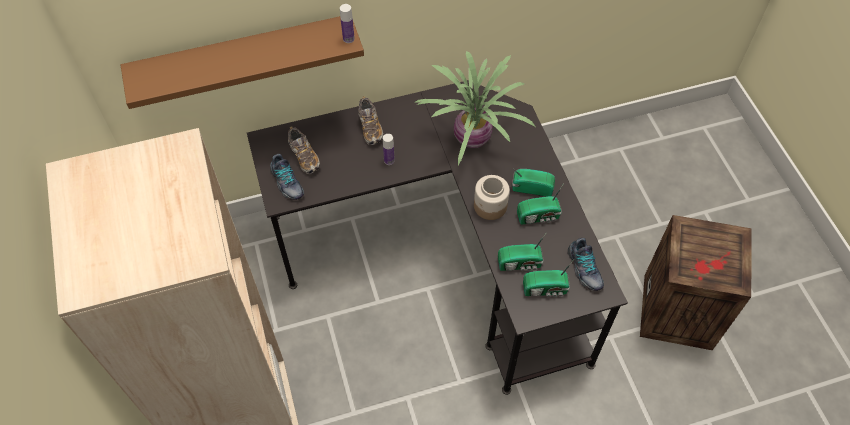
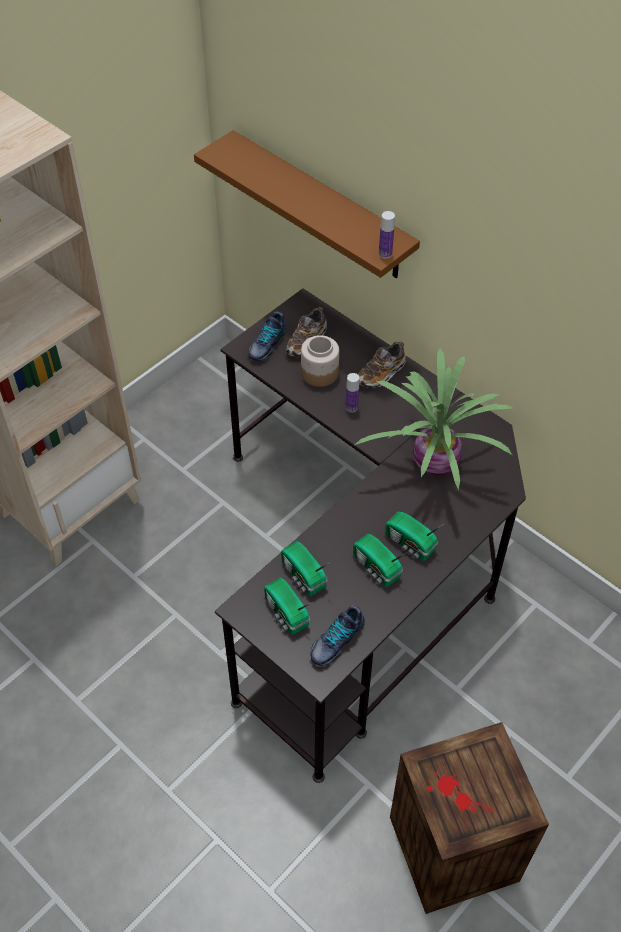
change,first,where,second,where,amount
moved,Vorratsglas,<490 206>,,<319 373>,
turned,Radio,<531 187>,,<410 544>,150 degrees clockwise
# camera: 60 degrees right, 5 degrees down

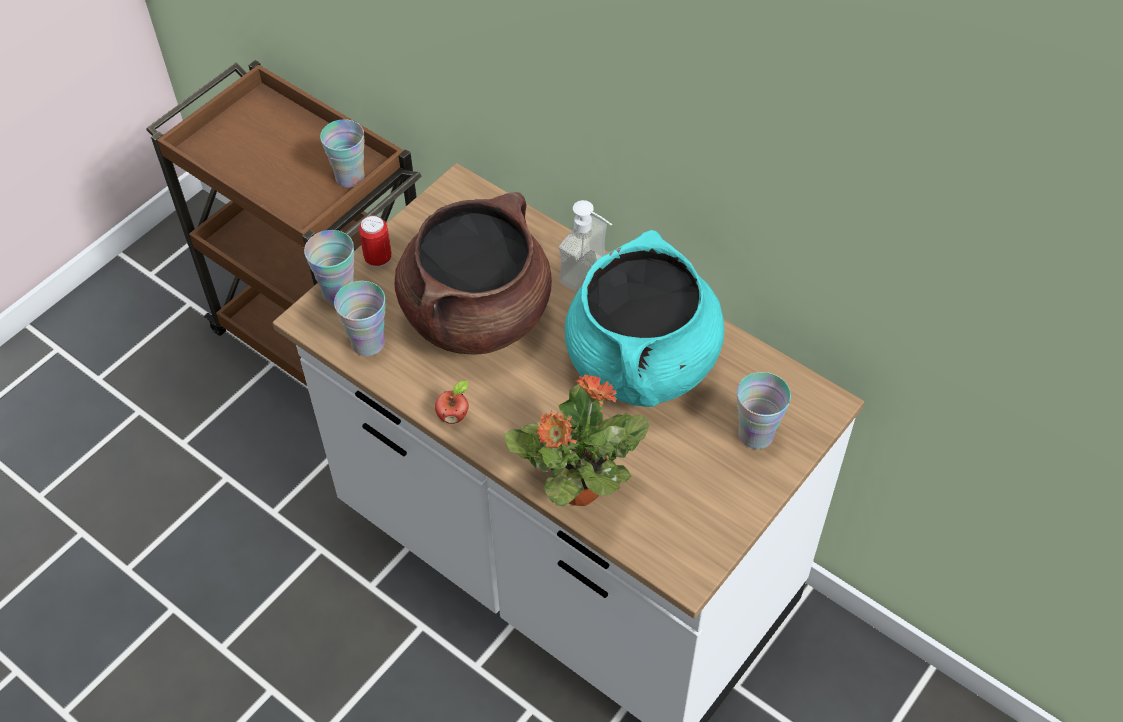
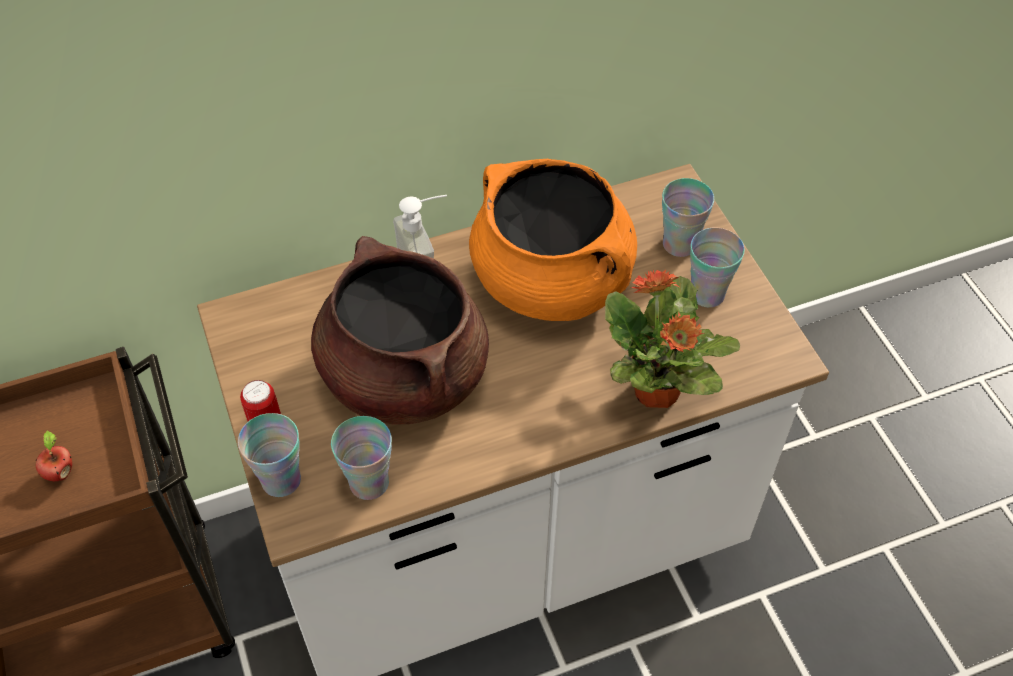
change,first,where,second,where,amount
moved,Tasse,<350 177>,,<707 294>,
moved,Apfel,<454 416>,,<60 472>,
recoloured,Kochtopf/türkis,<642 363>,Kochtopf/orange,<552 281>,
# camera: 60 degrees left, 0 degrees up

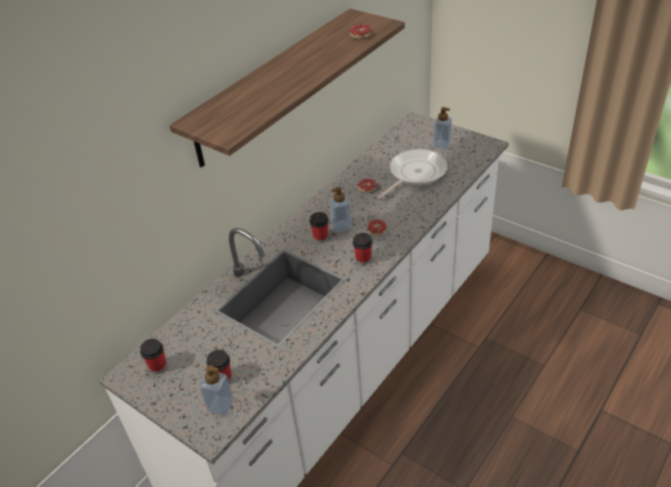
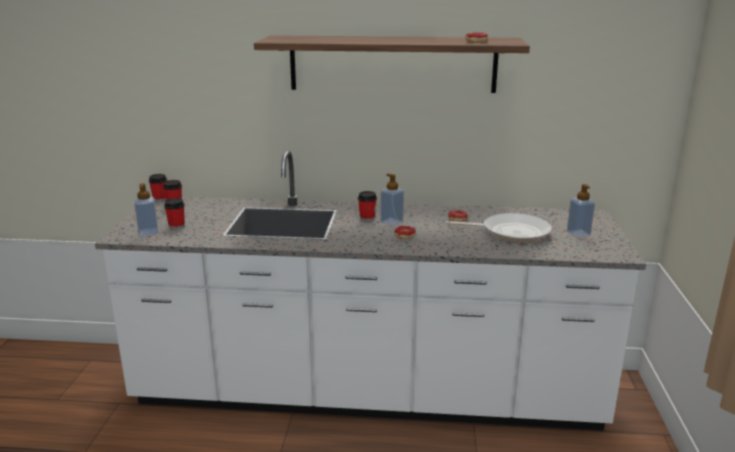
change,first,where,second,where,amount
moved,Tasse,<363 259>,,<160 199>,
# camera: 55 degrees right, 20 degrees down

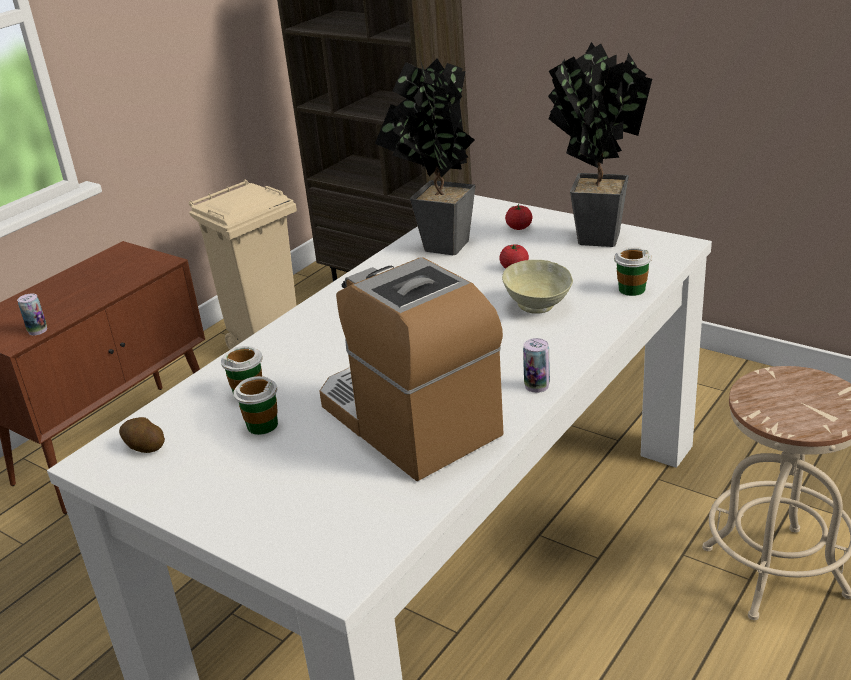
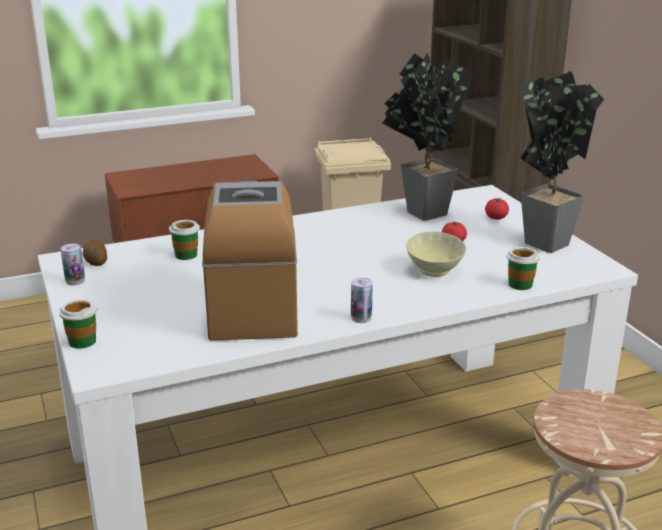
change,first,where,second,where,amount
moved,Dose,<37 330>,,<75 281>,
moved,Tasse,<262 425>,,<82 341>,
# camera: 30 degrees right, 5 degrees down

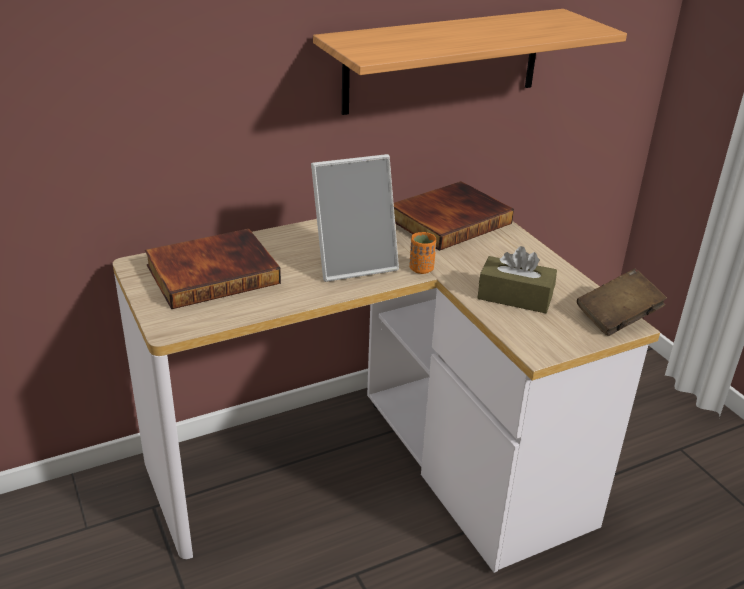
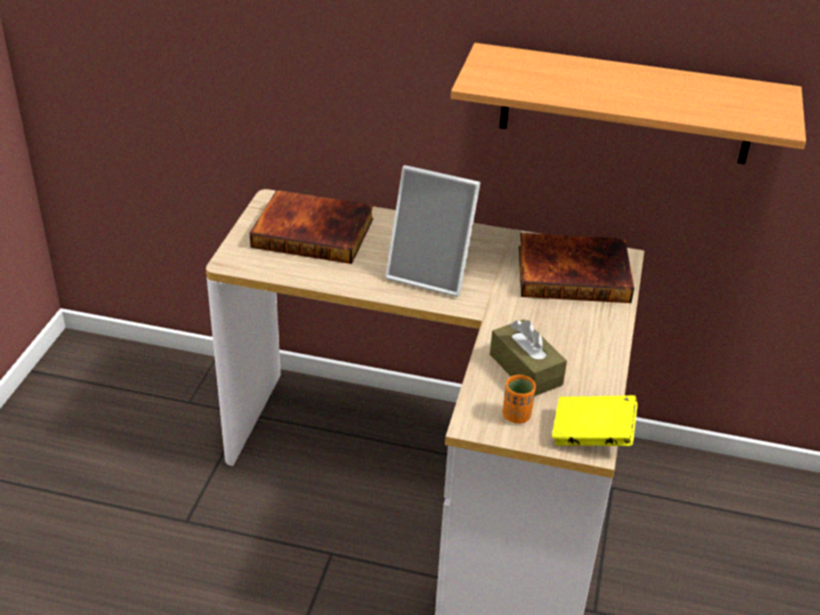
change,first,where,second,where,amount
moved,Tasse/orange,<421 269>,,<516 415>,
recoloured,Buch/braun,<617 318>,Buch/gelb,<592 436>,
# camera: 40 degrees right, 5 degrees up

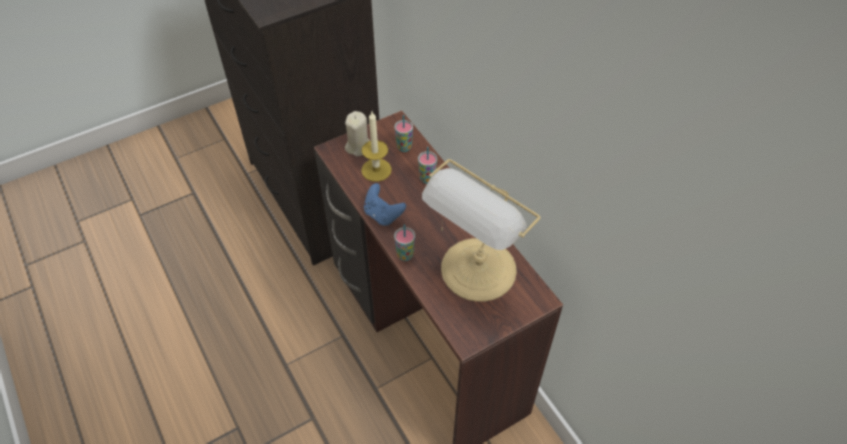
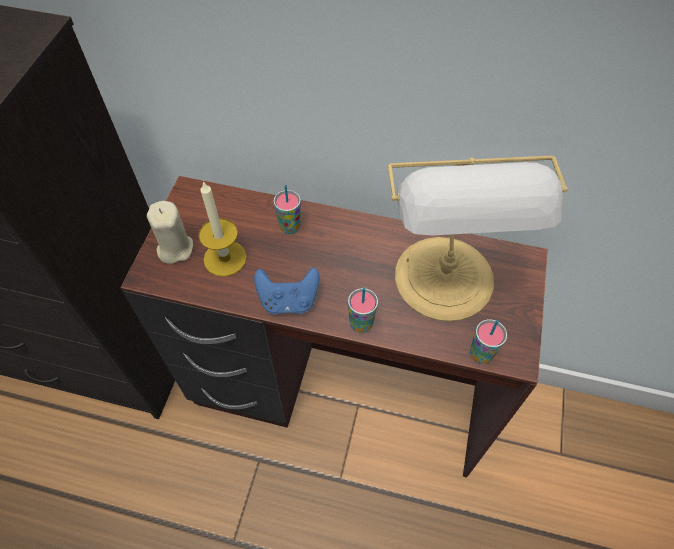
change,first,where,second,where,amount
moved,Tasse,<404 147>,,<481 354>,
# camera: 45 degrees left, 5 degrees up

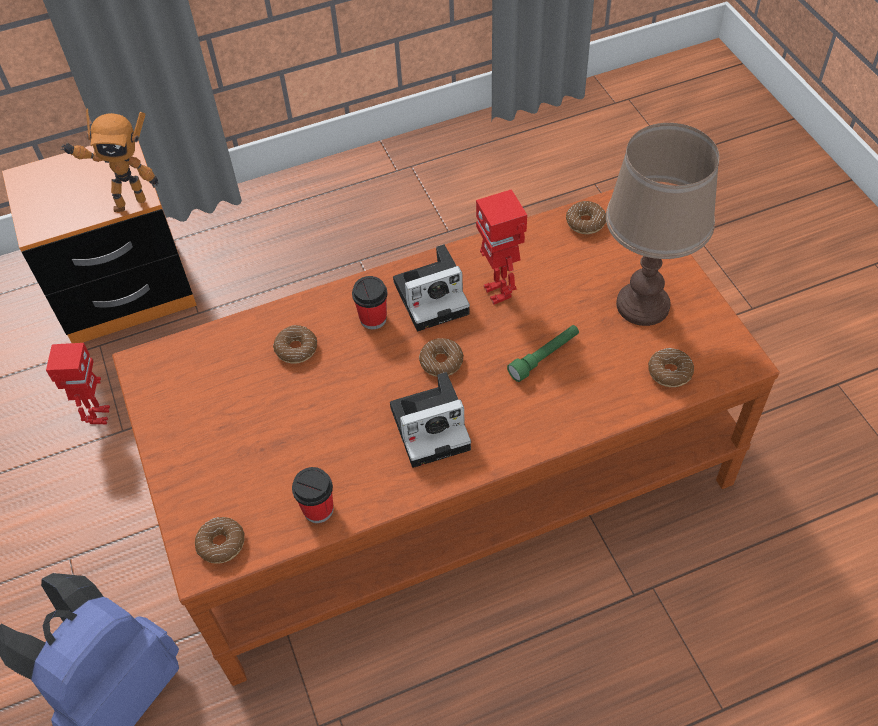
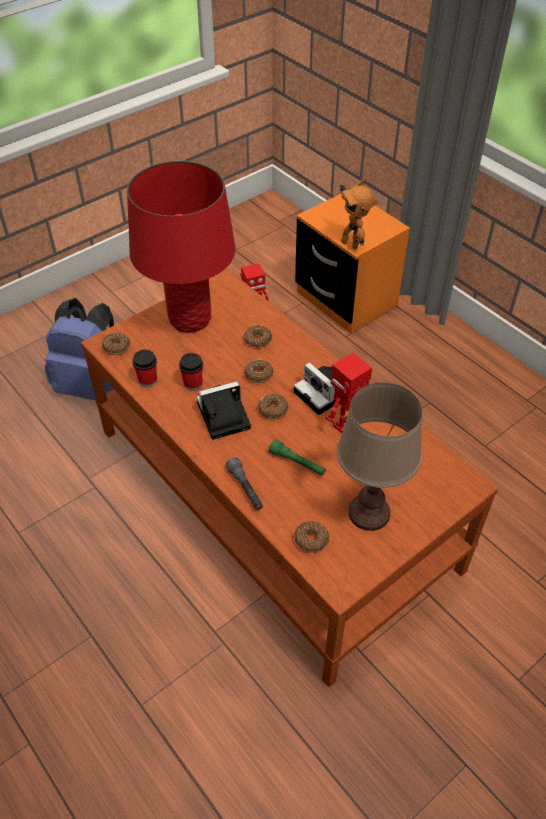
change,first,where,second,where,amount
moved,Tasse,<373 319>,,<193 383>,
turned,Kamera,<433 426>,,<221 417>,105 degrees clockwise
moved,Donut,<585 222>,,<258 374>,
added,,,Tischlampe/rot,<190 319>,
added,,,Taschenlampe/grau,<245 488>,
# camera: 70 degrees right, 5 degrees down

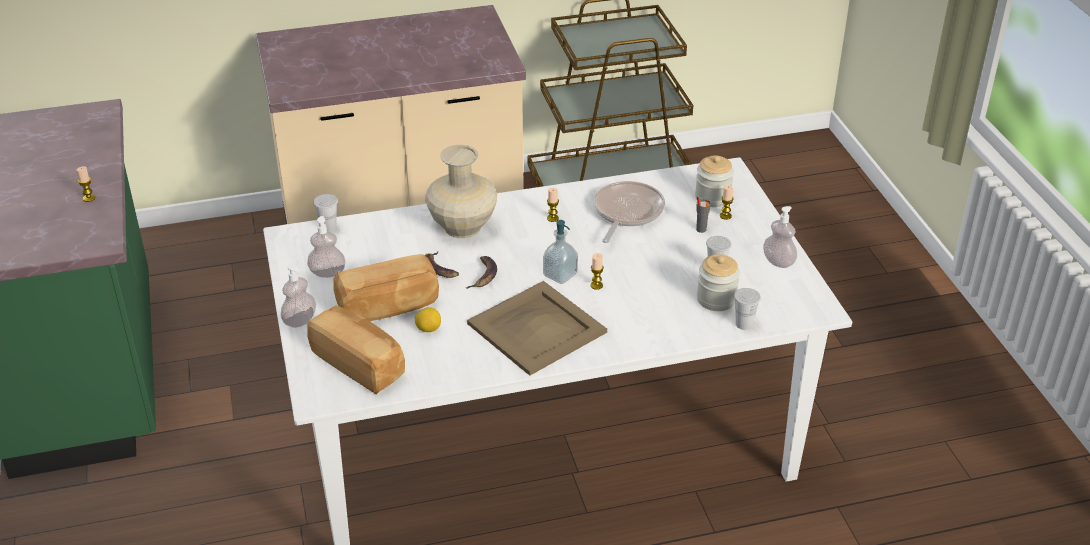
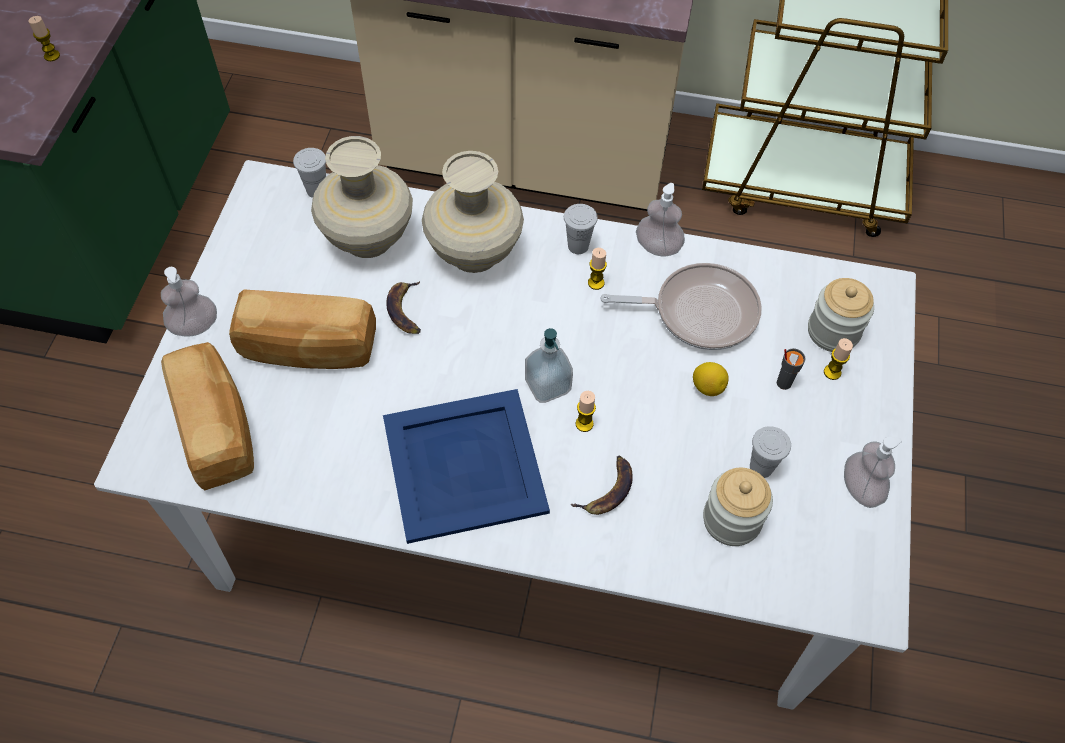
change,first,where,second,where,amount
moved,Seifenspender,<327 273>,,<658 247>,
moved,Zitrone,<428 329>,,<707 387>,
moved,Banane,<483 275>,,<607 489>,
recoloured,Tablett/beige,<538 328>,Tablett/blau,<466 465>,
turned,Pfanne,<626 212>,,<699 312>,45 degrees clockwise
moved,Tasse/weiß,<744 324>,,<578 246>,
added,,,Vase/beige,<367 237>,
# camera: 25 degrees right, 20 degrees up

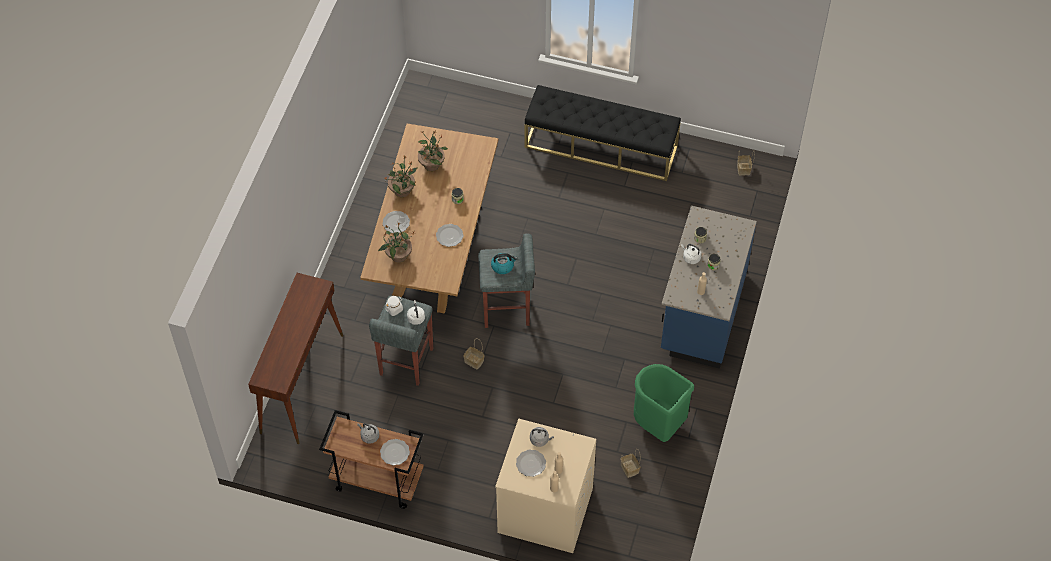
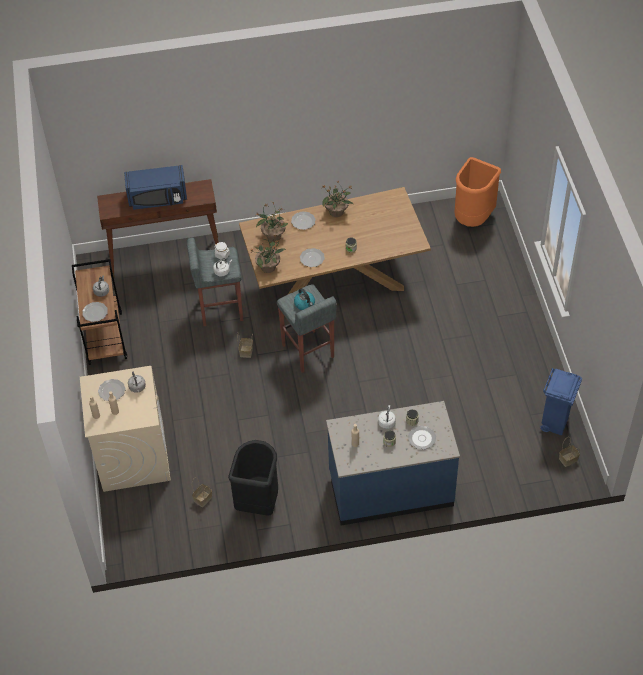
change,first,where,second,where,amount
moved,Topfpflanze,<432 164>,,<269 267>,
removed,Bank/schwarz,<601 146>,,,
recoloured,Mülleimer/grün,<658 424>,Mülleimer/schwarz,<257 502>,
added,,,Mikrowelle/blau,<158 198>,
added,,,Teller,<421 438>,
added,,,Mülleimer/orange,<473 218>,
added,,,Mülleimer/blau,<555 423>,
# camera: 65 degrees right, 5 degrees down

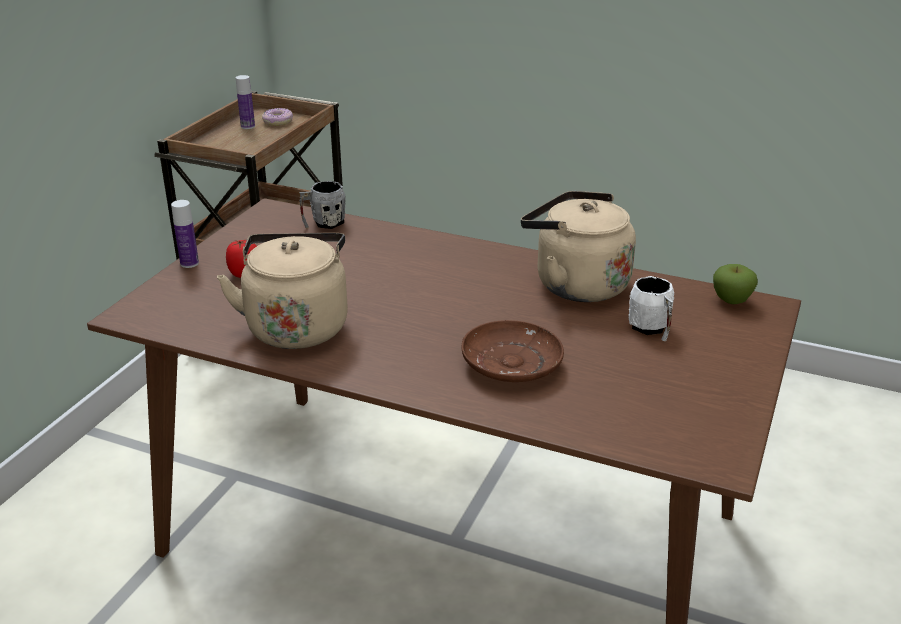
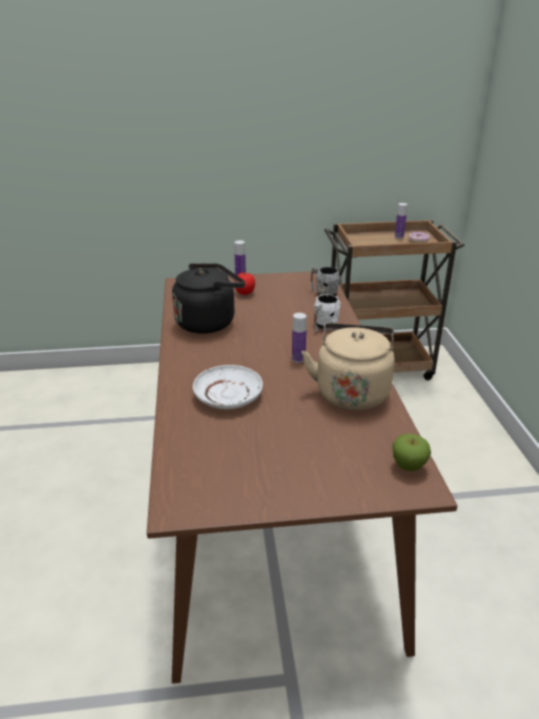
change,first,where,second,where,amount
recoloured,Wasserkessel/beige,<297 325>,Wasserkessel/schwarz,<208 322>,
recoloured,Teller/braun,<511 363>,Teller/weiß,<228 395>,
moved,Henkelbecher/weiß,<651 329>,,<323 326>,
added,,,Flasche,<298 359>,
# camera: 60 degrees right, 0 degrees up

